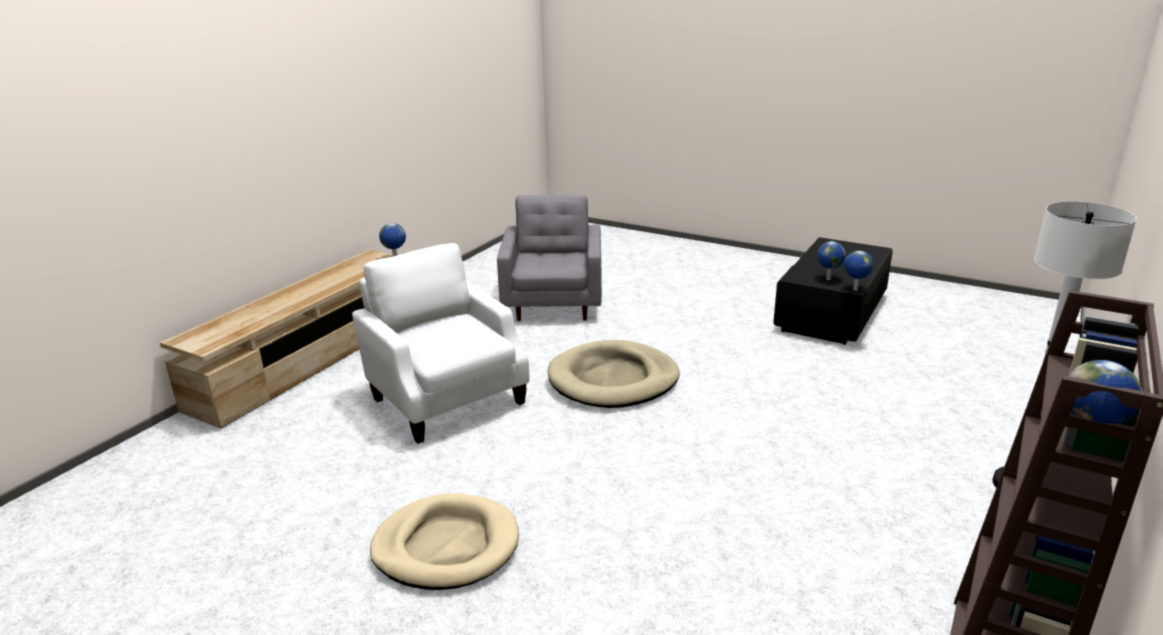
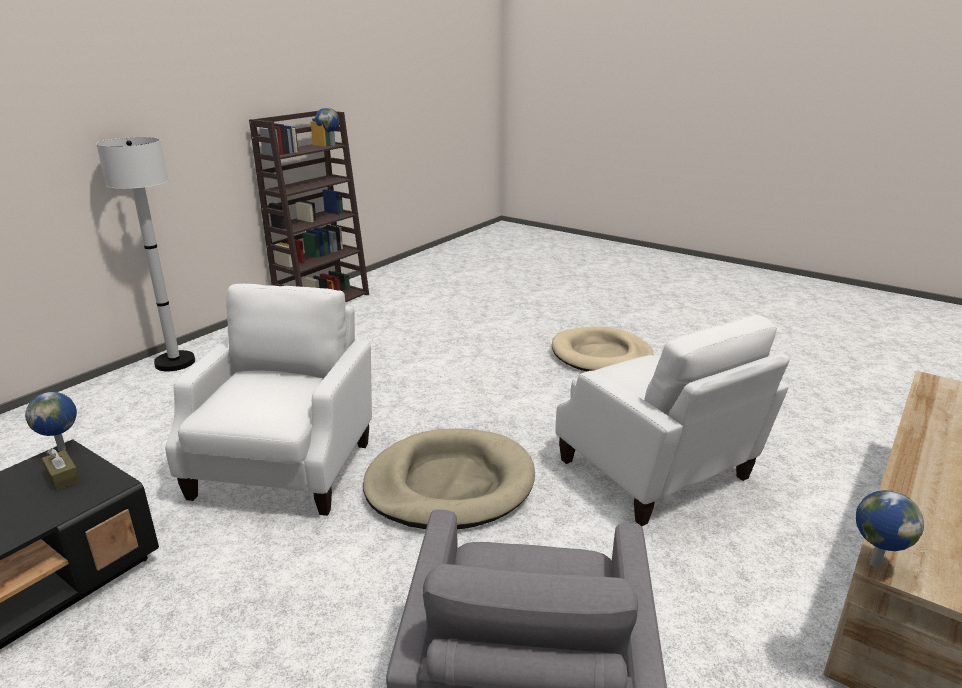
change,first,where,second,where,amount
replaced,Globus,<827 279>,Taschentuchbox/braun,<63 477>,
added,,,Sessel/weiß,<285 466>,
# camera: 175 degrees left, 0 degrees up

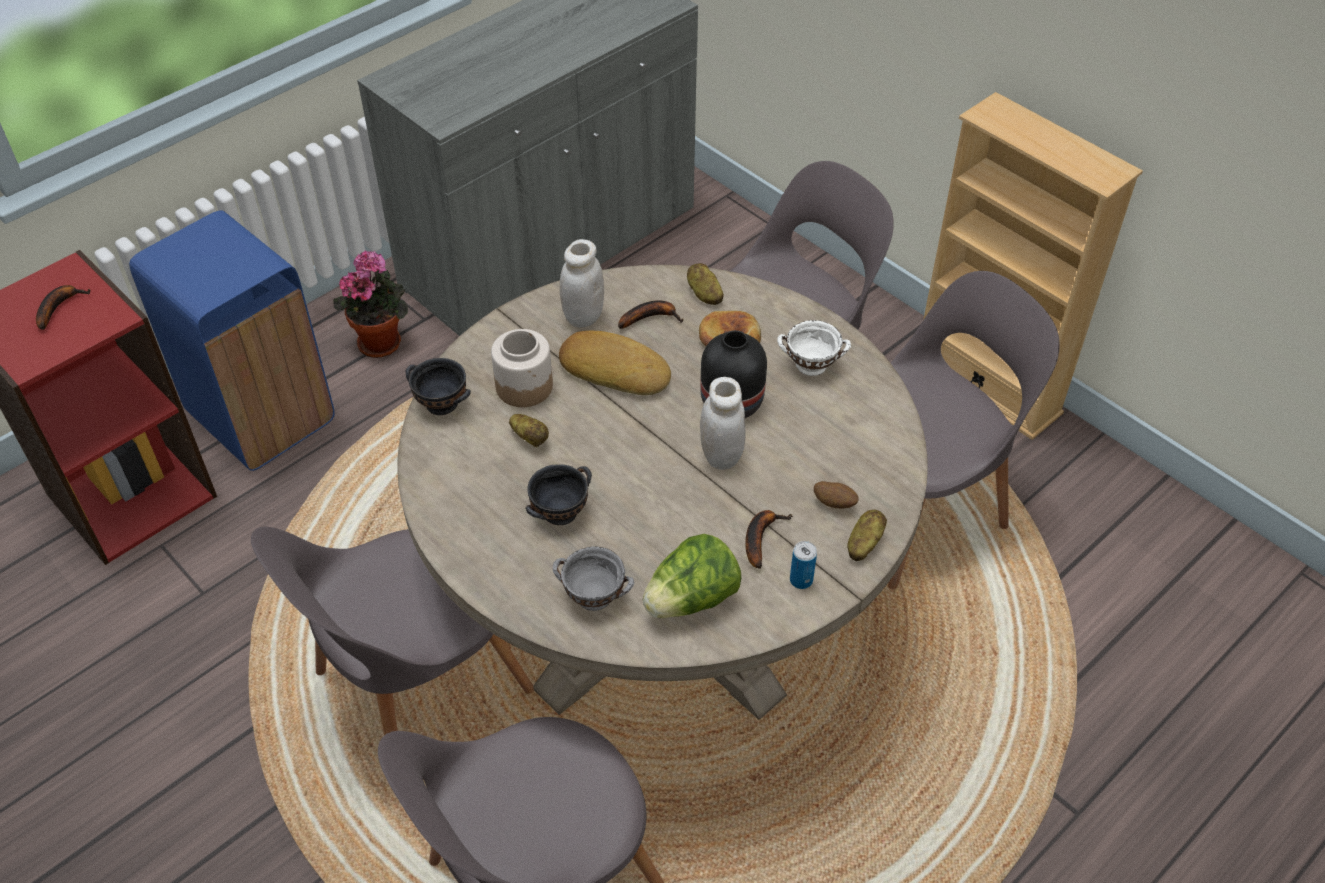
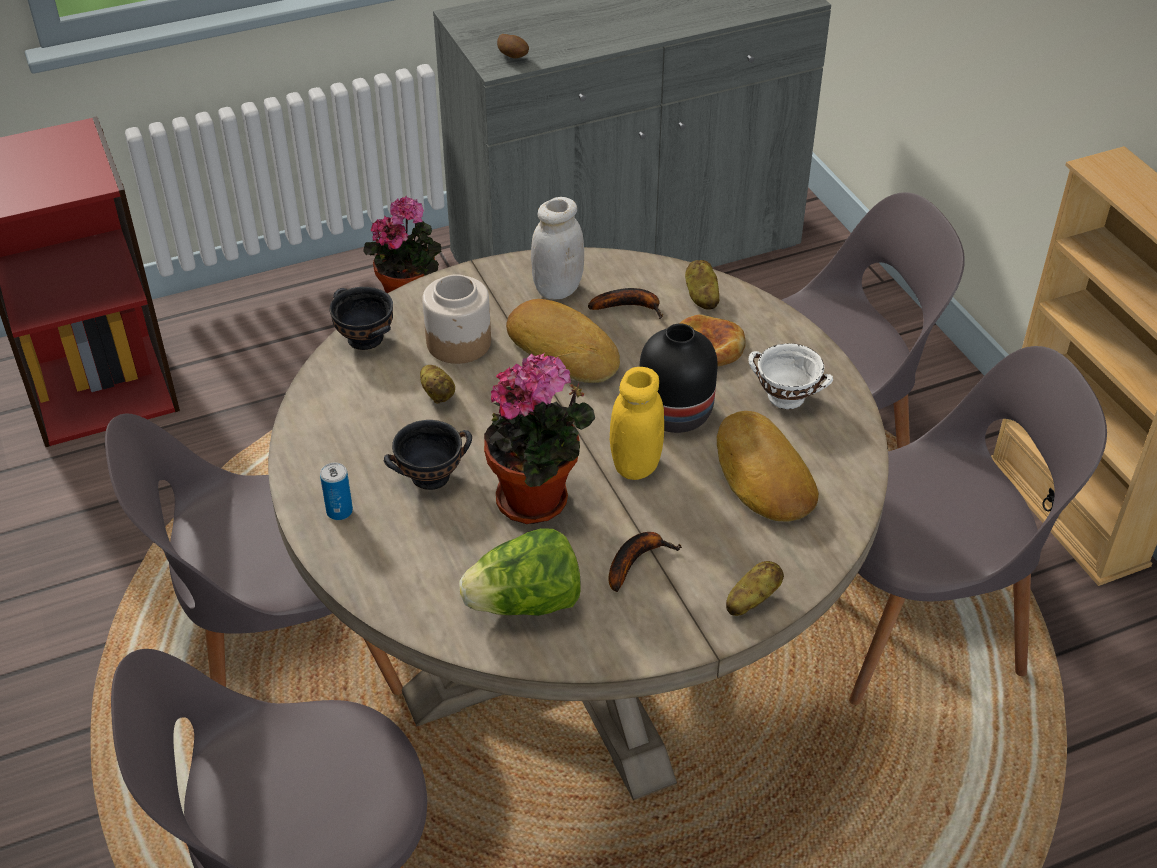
change,first,where,second,where,amount
removed,Banane,<59 307>,,,
removed,Mülleimer/blau,<262 415>,,,
removed,Schüssel/grau,<593 595>,,,
recoloured,Vorratsglas/weiß,<721 456>,Vorratsglas/gelb,<635 465>,
moved,Dose,<801 580>,,<339 511>,
moved,Kartoffel,<834 503>,,<513 57>,
added,,,Topfpflanze,<539 500>,
added,,,Brot,<761 476>,
# camera: 20 degrees right, 5 degrees down

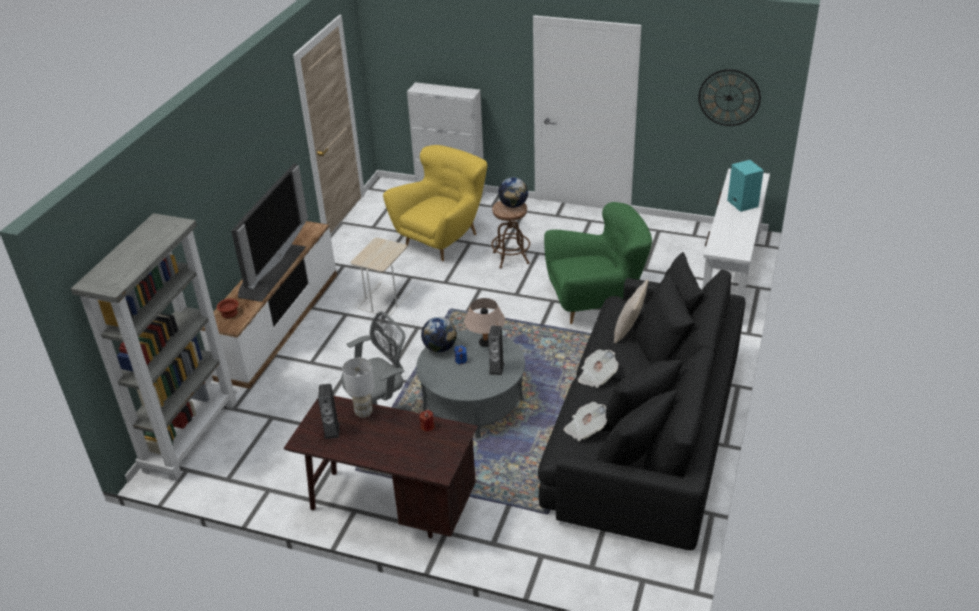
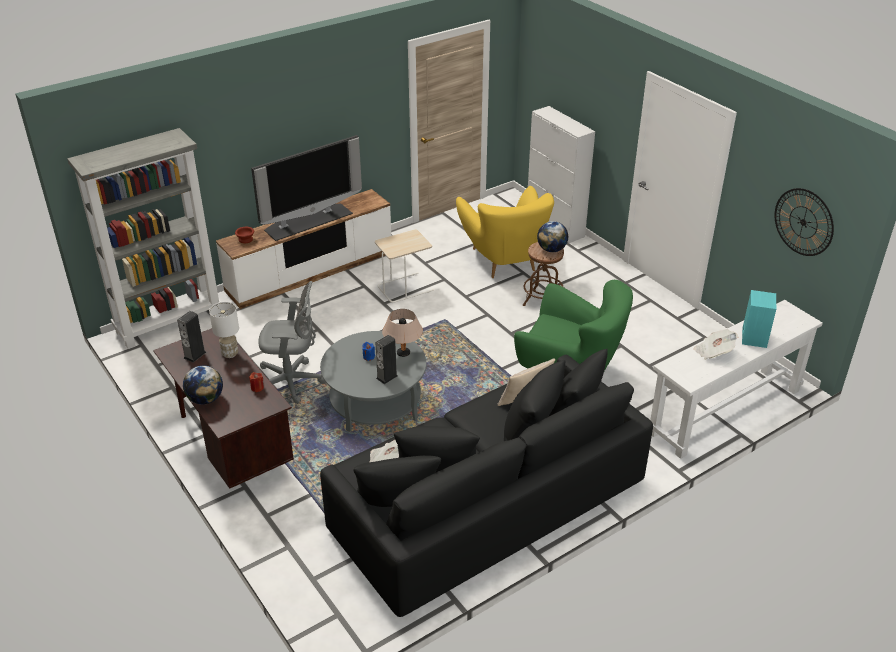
change,first,where,second,where,amount
turned,Sessel/gelb,<443 239>,,<504 260>,90 degrees clockwise
moved,Globus,<440 348>,,<205 399>,
moved,Zeitung,<596 377>,,<713 352>,
# camera: 35 degrees right, 0 degrees up

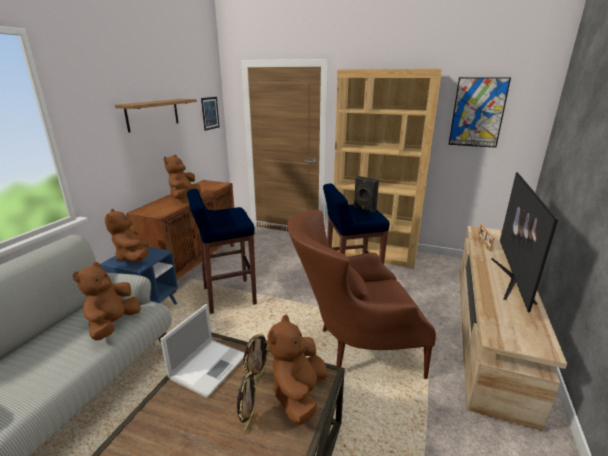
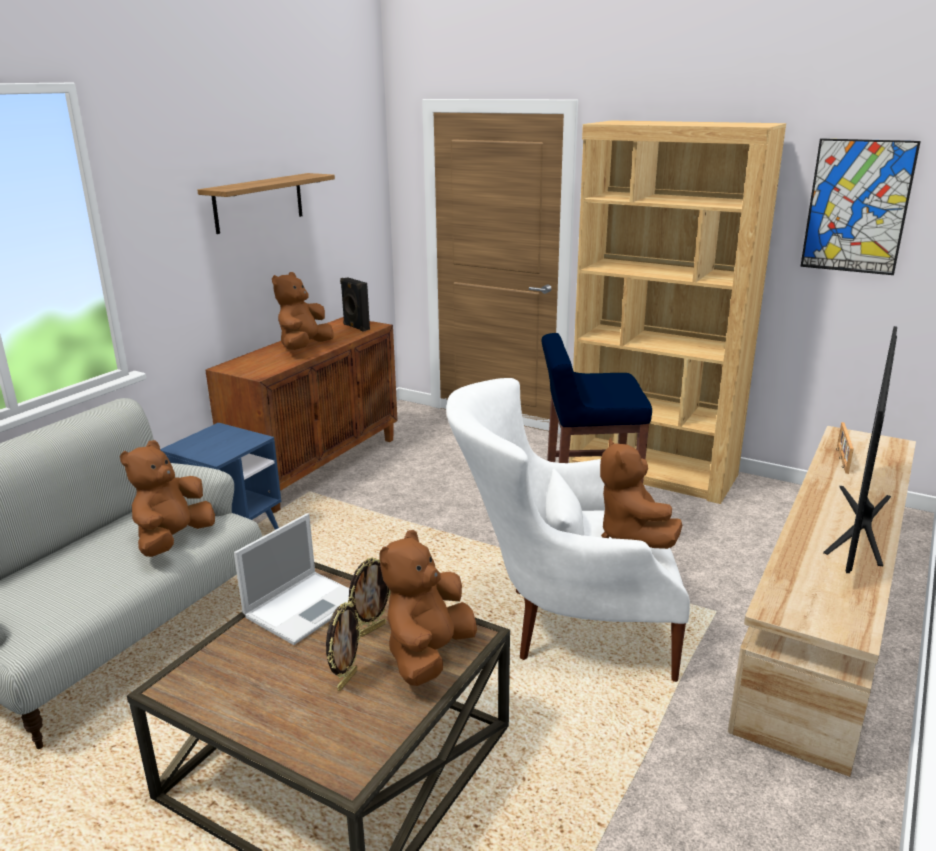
change,first,where,second,where,amount
moved,Plüschtier/braun,<134 257>,,<632 535>,
removed,Hocker/blau,<228 296>,,,
removed,Bild,<210 113>,,,
recoloured,Sessel/braun,<354 348>,Sessel/weiß,<563 624>,
moved,Lautsprecher/schwarz,<364 209>,,<355 327>,
# camera: 10 degrees right, 0 degrees up

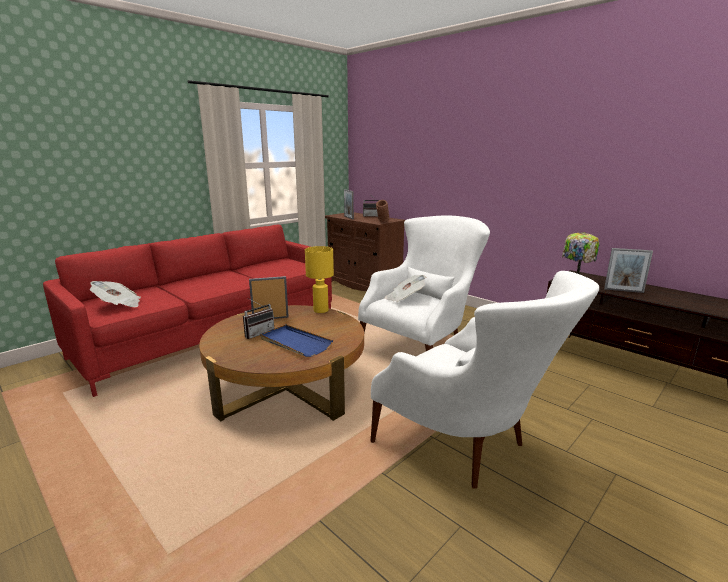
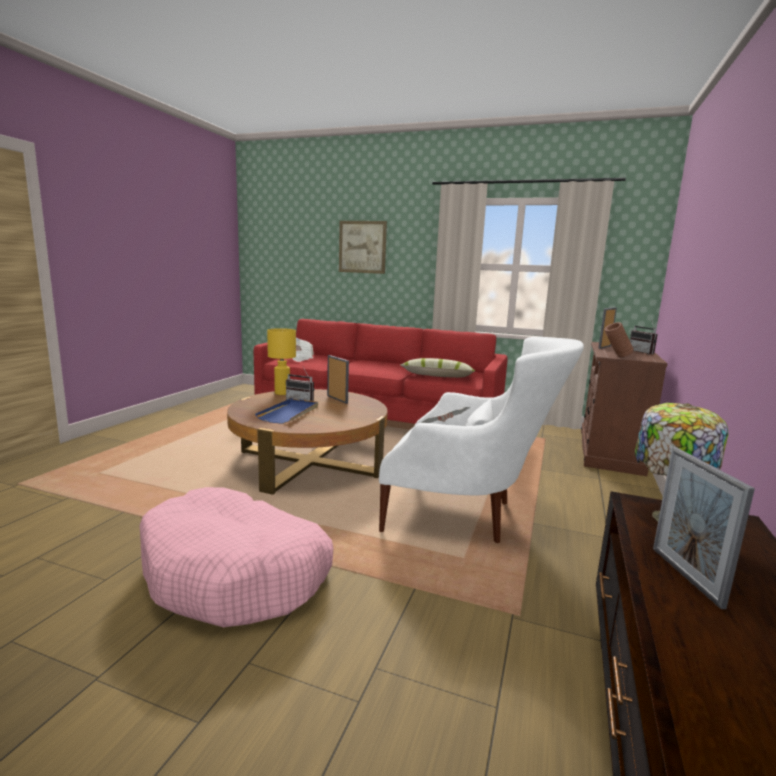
change,first,where,second,where,amount
moved,Tischlampe/gelb,<320 310>,,<282 393>,
replaced,Sessel/weiß,<468 447>,Hundebett/rosa,<236 573>,
added,,,Bild,<362 247>,
added,,,Kissen,<437 376>,
# camera: 65 degrees right, 5 degrees down

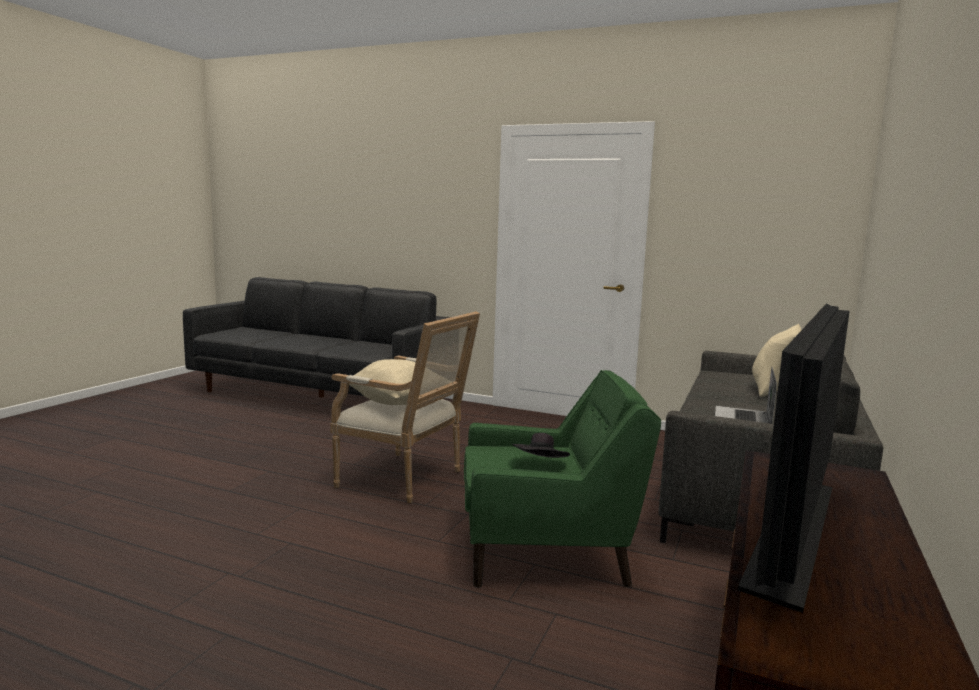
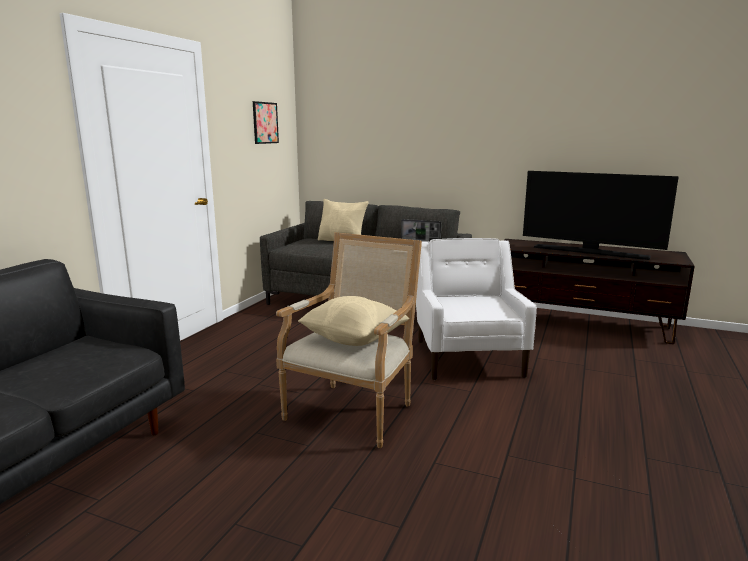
change,first,where,second,where,amount
recoloured,Sessel/grün,<547 551>,Sessel/weiß,<468 357>,
removed,Hut/schwarz,<540 465>,,,
added,,,Bild,<265 123>,
# camera: 90 degrees left, 5 degrees up

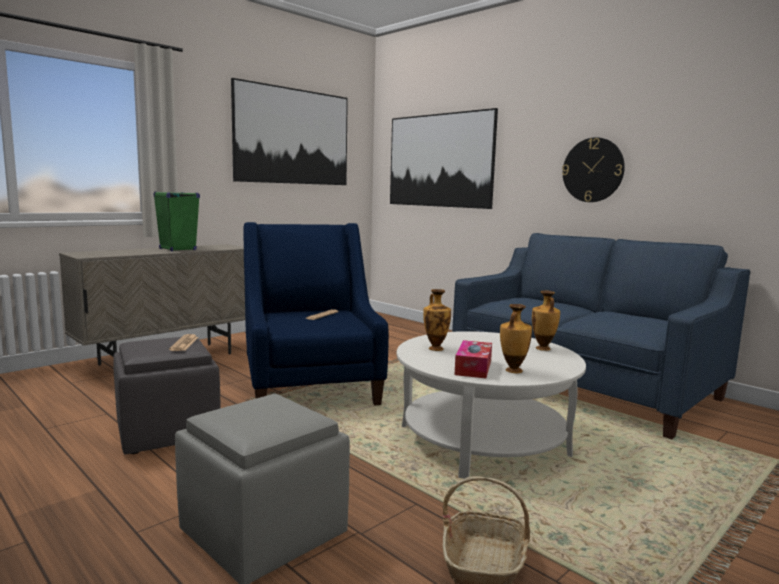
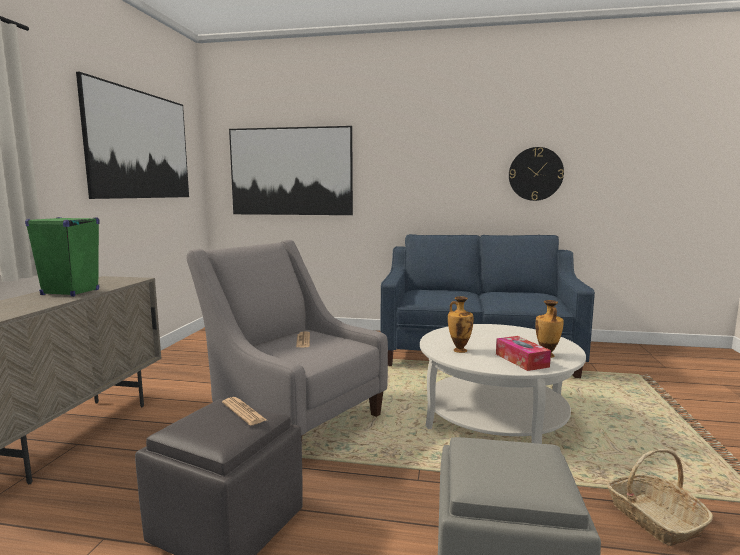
change,first,where,second,where,amount
recoloured,Sessel/blau,<311 388>,Sessel/grau,<293 418>,
removed,Vase,<543 349>,,,
moved,Wanduhr,<593 170>,,<535 174>,
# camera: 35 degrees left, 0 degrees up

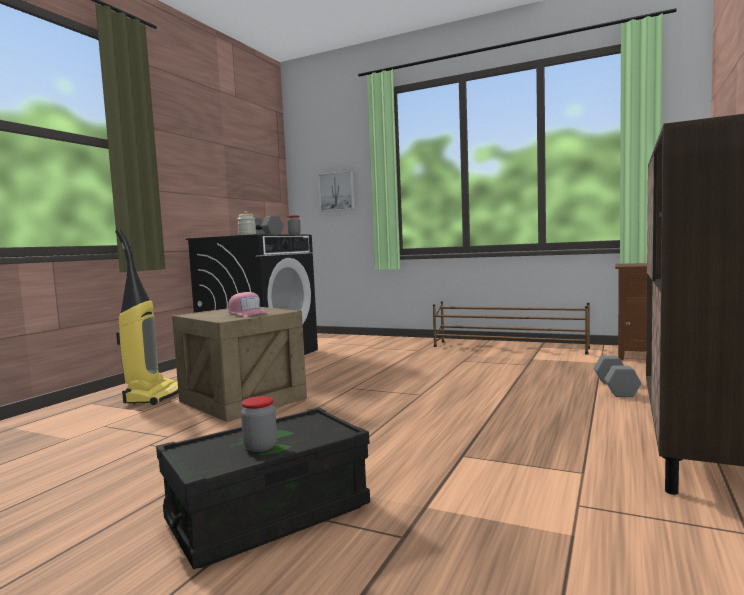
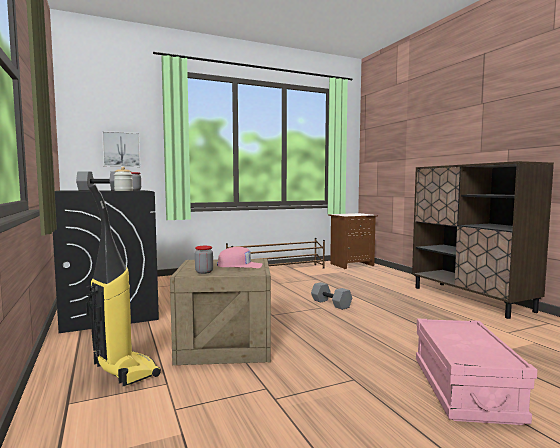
change,first,where,second,where,amount
recoloured,Aufbewahrungsbox/schwarz,<269 514>,Aufbewahrungsbox/rosa,<464 389>,
moved,Vorratsglas,<260 447>,,<204 272>,
moved,Hantel/grau,<617 388>,,<331 304>,
# camera: 50 degrees left, 0 degrees up

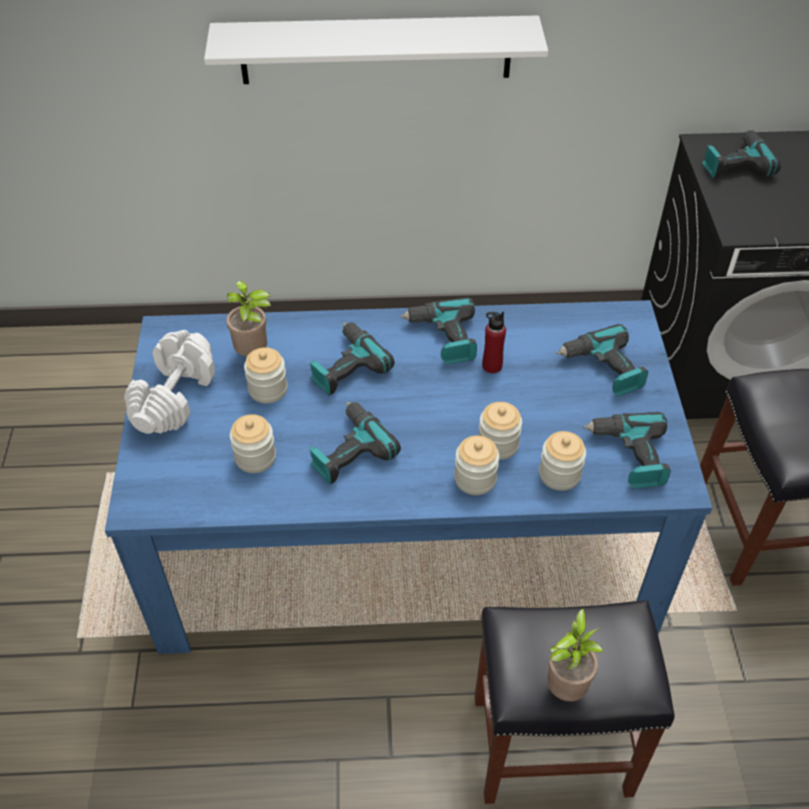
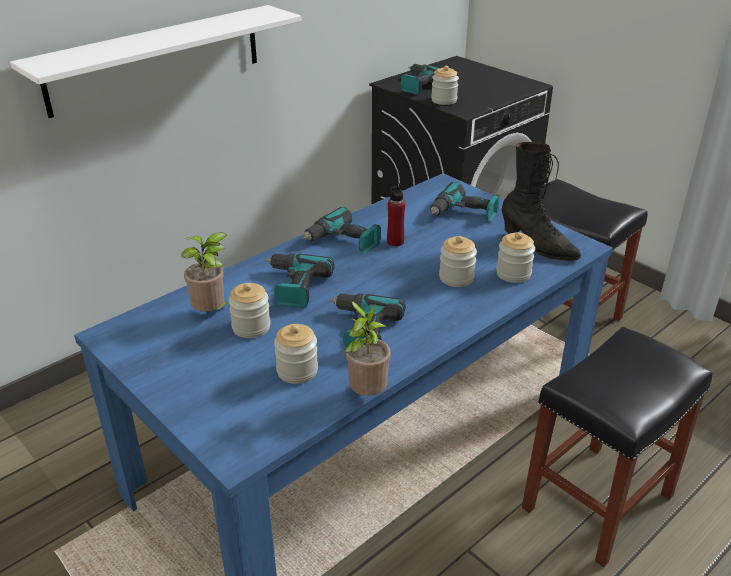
change,first,where,second,where,amount
removed,Hantel/weiß,<175 397>,,,
moved,Vorratsglas,<475 479>,,<444 100>,
moved,Topfpflanze,<566 687>,,<366 393>,
replaced,Bohrmaschine,<630 456>,Stiefel/schwarz,<537 246>,
# camera: 40 degrees left, 15 degrees down

